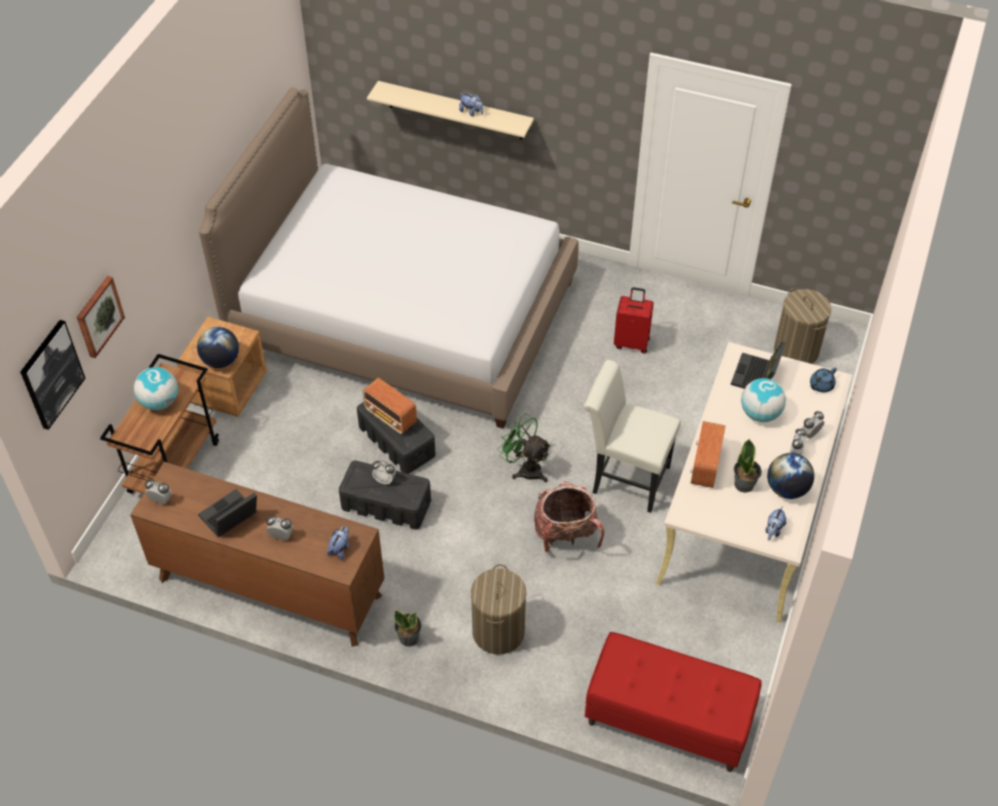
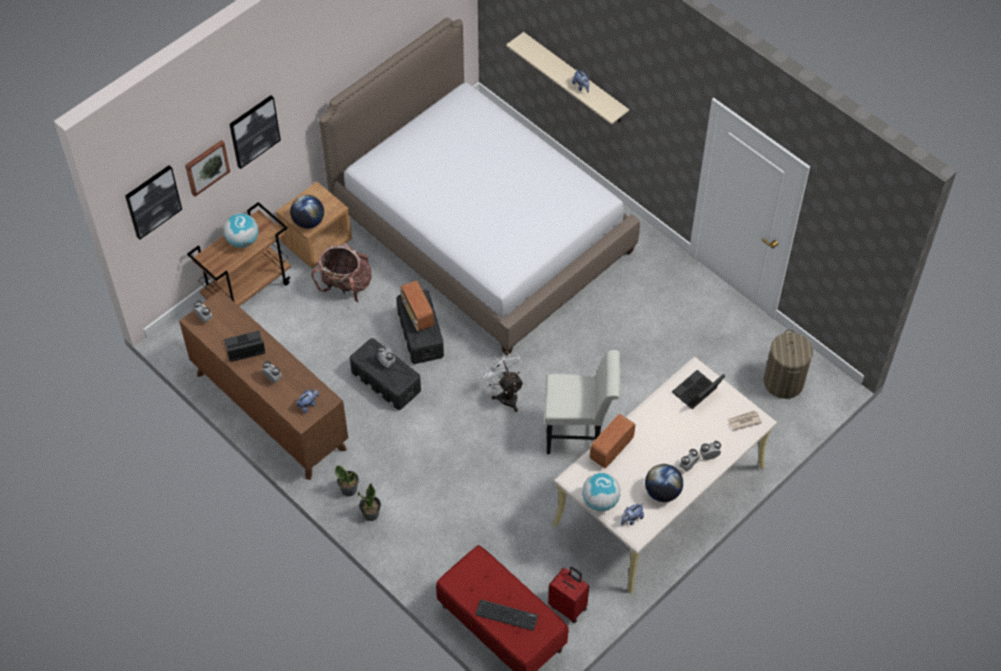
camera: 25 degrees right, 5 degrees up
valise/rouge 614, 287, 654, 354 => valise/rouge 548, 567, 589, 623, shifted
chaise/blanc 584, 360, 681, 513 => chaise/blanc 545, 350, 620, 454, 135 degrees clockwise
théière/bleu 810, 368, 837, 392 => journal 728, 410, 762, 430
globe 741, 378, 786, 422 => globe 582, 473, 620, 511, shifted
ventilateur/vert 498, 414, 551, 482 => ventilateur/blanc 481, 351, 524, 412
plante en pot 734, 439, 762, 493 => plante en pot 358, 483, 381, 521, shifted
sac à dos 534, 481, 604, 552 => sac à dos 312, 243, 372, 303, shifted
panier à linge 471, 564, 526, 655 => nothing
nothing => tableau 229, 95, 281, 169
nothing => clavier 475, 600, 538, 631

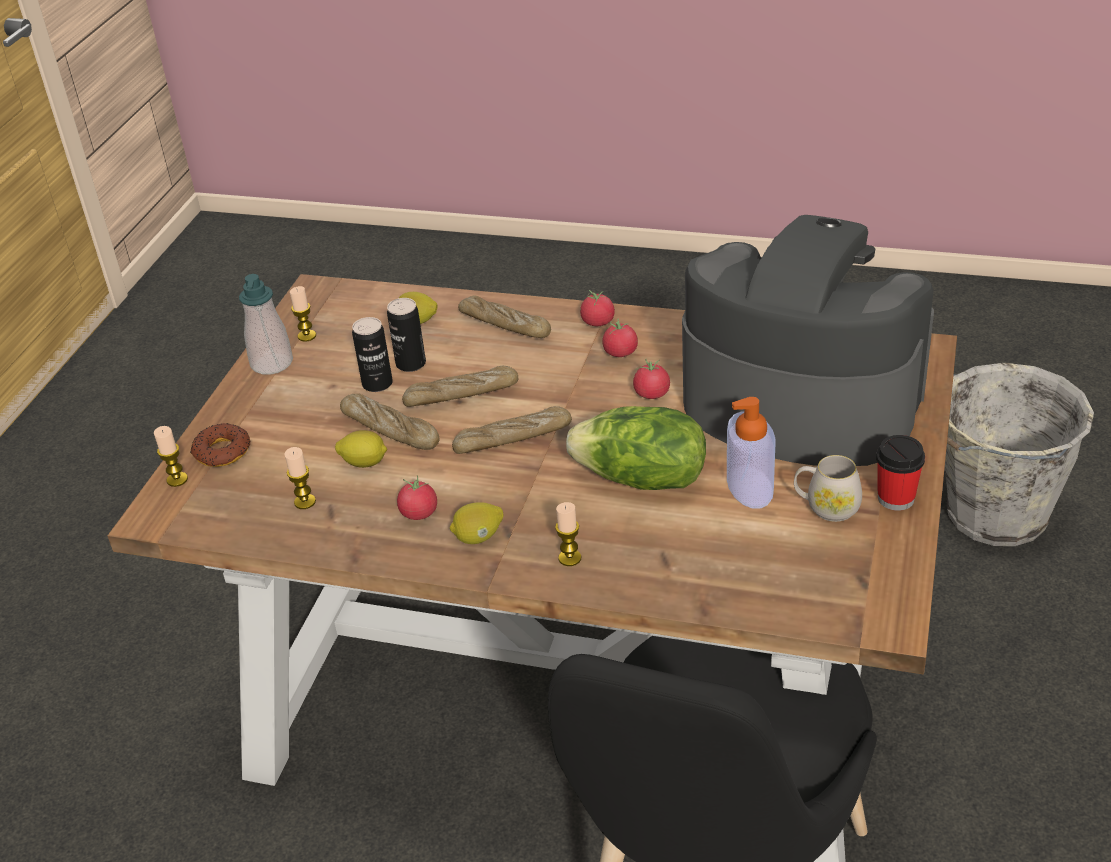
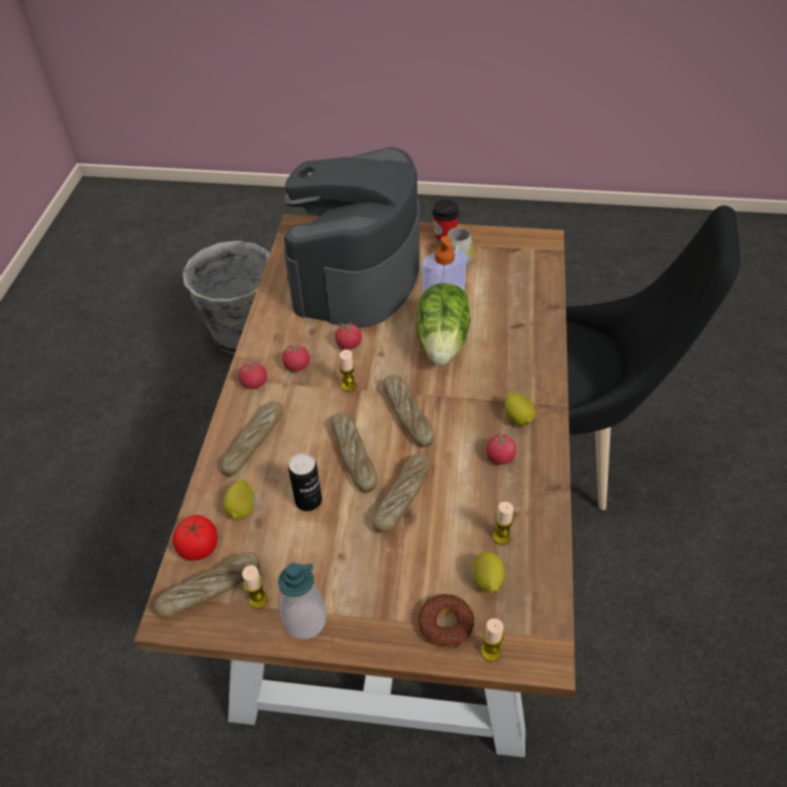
camera: 100 degrees left, 10 degrees up
boîte métallique 352, 317, 393, 392 => nothing
citron 335, 430, 387, 468 => citron 471, 552, 505, 594, shifted
bougie 555, 502, 581, 566 => bougie 339, 350, 356, 392, shifted
nothing => tomate 173, 515, 217, 561
nothing => pain 154, 553, 260, 618

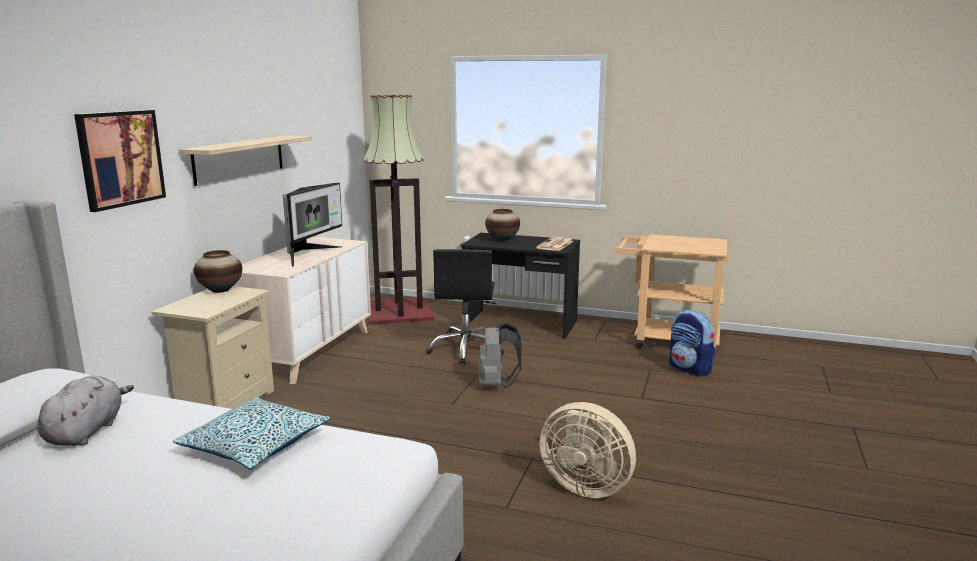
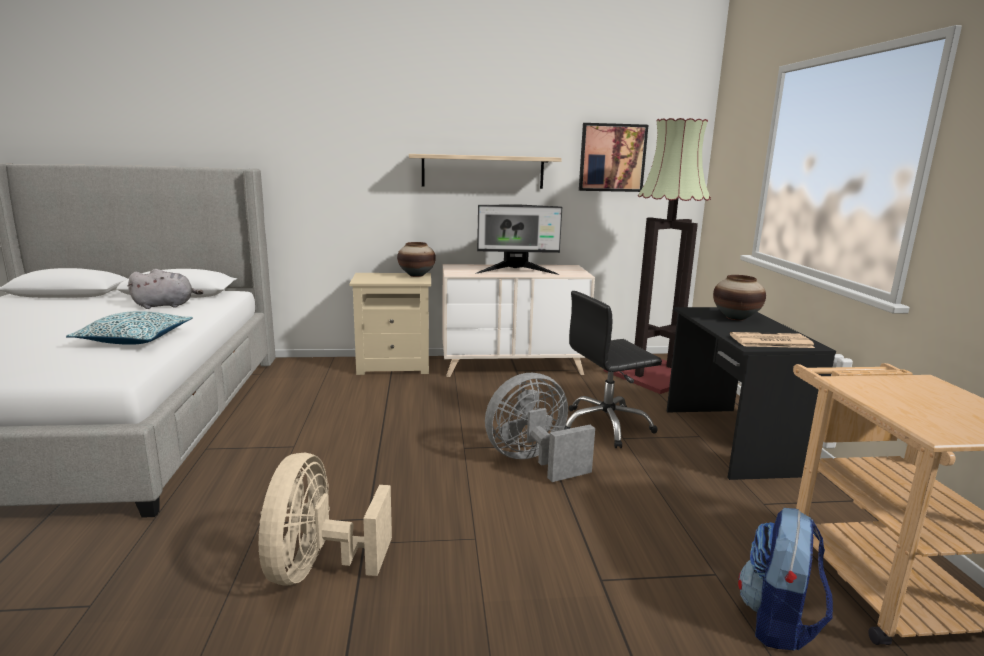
camera: 65 degrees right, 0 degrees up
tableau 74, 110, 166, 212 => tableau 579, 123, 648, 192, shifted
sac à dos/gris 479, 323, 522, 387 => ventilateur/gris 485, 373, 595, 482

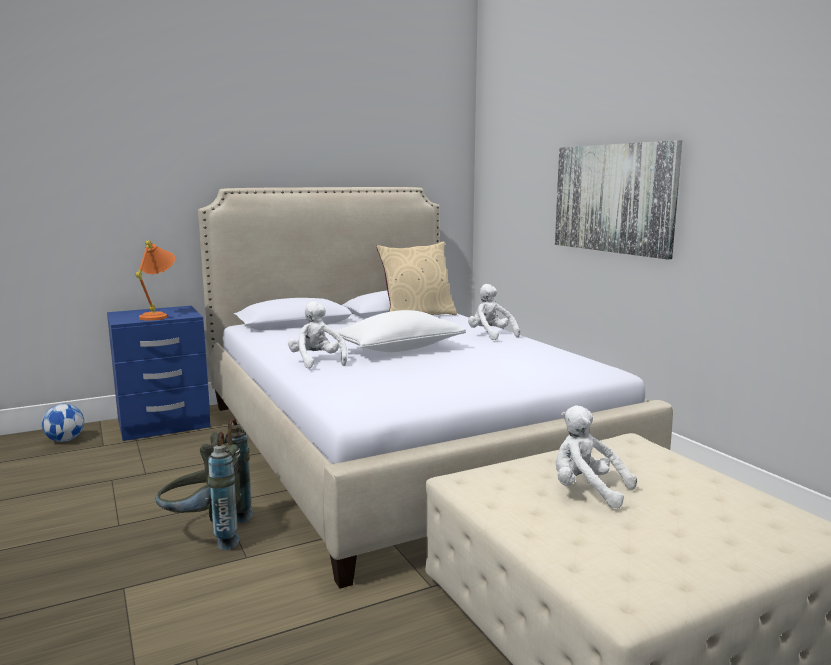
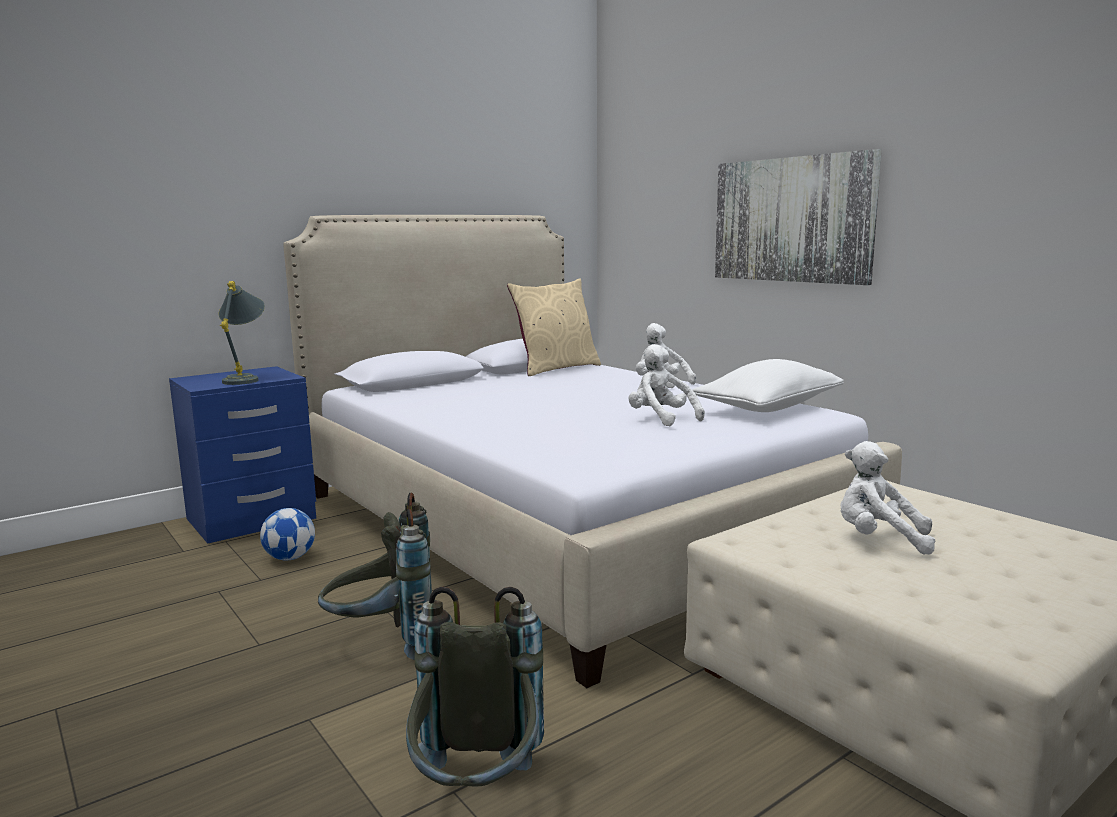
camera: 10 degrees left, 0 degrees up
lampe de table/orange 136, 240, 175, 321 => lampe de table/gris 219, 281, 265, 385
peluche/blanc 288, 301, 347, 369 => peluche/blanc 629, 344, 705, 426, shifted
coussin/blanc 335, 310, 466, 352 => coussin/blanc 693, 359, 844, 412, shifted
ballon de foot 42, 404, 84, 442 => ballon de foot 260, 508, 315, 560, shifted
nothing => sac à dos/gris 406, 587, 544, 786

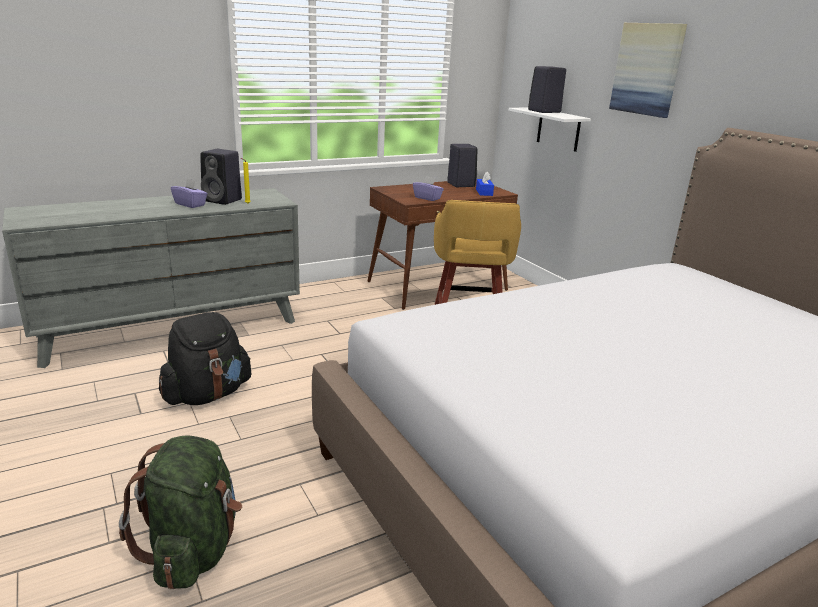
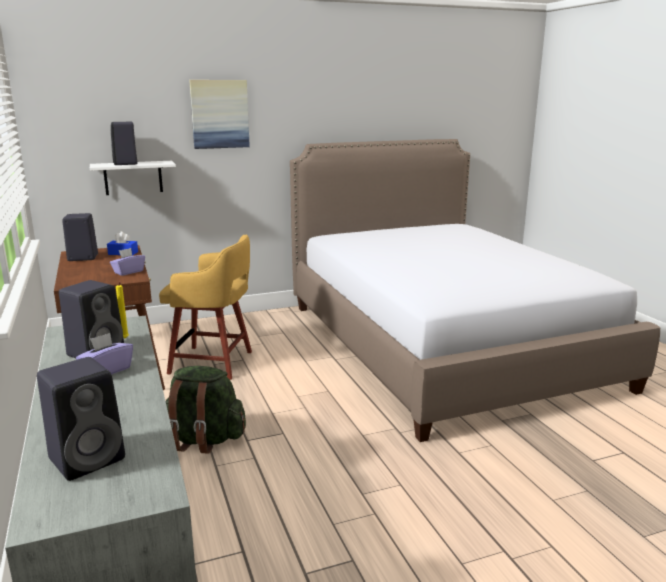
camera: 80 degrees left, 5 degrees down
sac à dos/noir 159, 312, 251, 405 => nothing
sac à dos/vert 119, 436, 242, 589 => sac à dos/vert 166, 366, 246, 454, shifted
nothing => enceinte/noir 37, 357, 125, 481

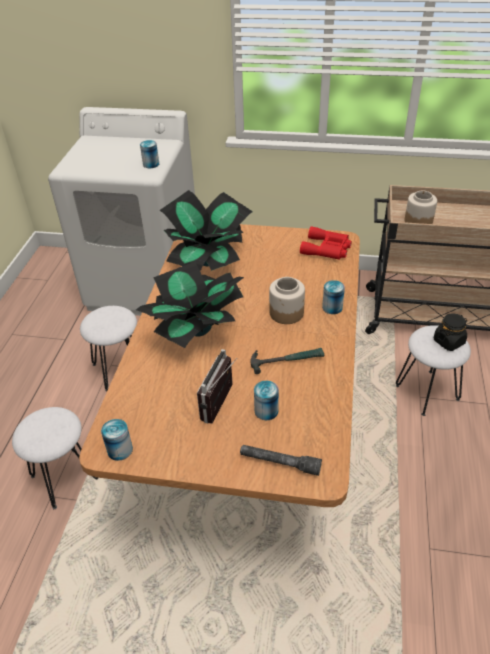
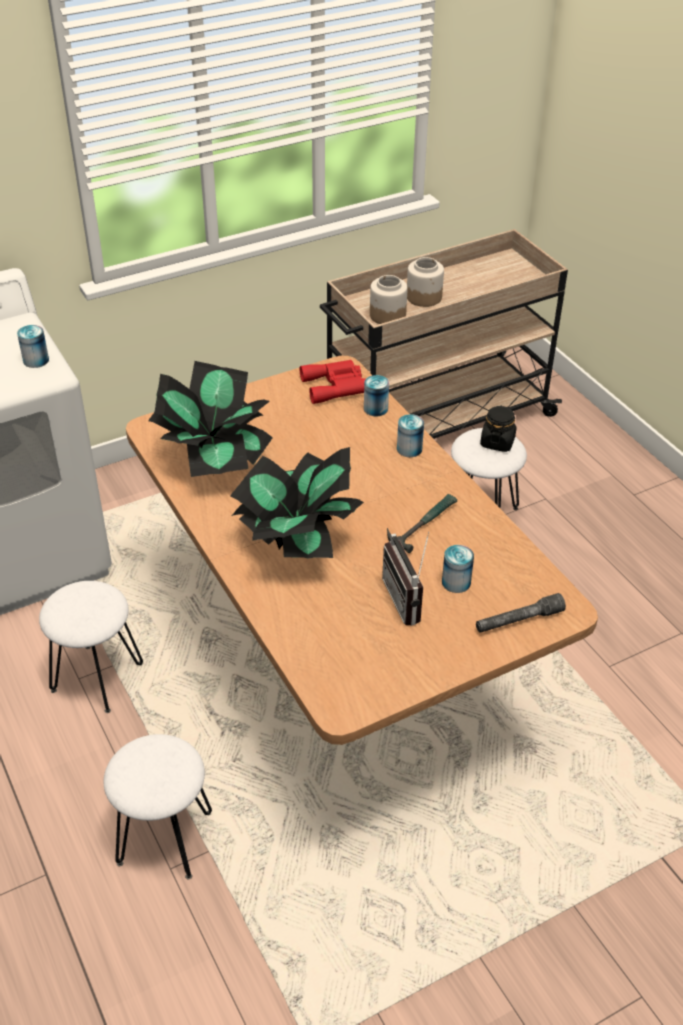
camera: 40 degrees left, 0 degrees up
bocal 269, 277, 305, 324 => bocal 407, 257, 444, 307, shifted
boîte métallique 101, 419, 133, 461 => boîte métallique 364, 375, 389, 416, shifted

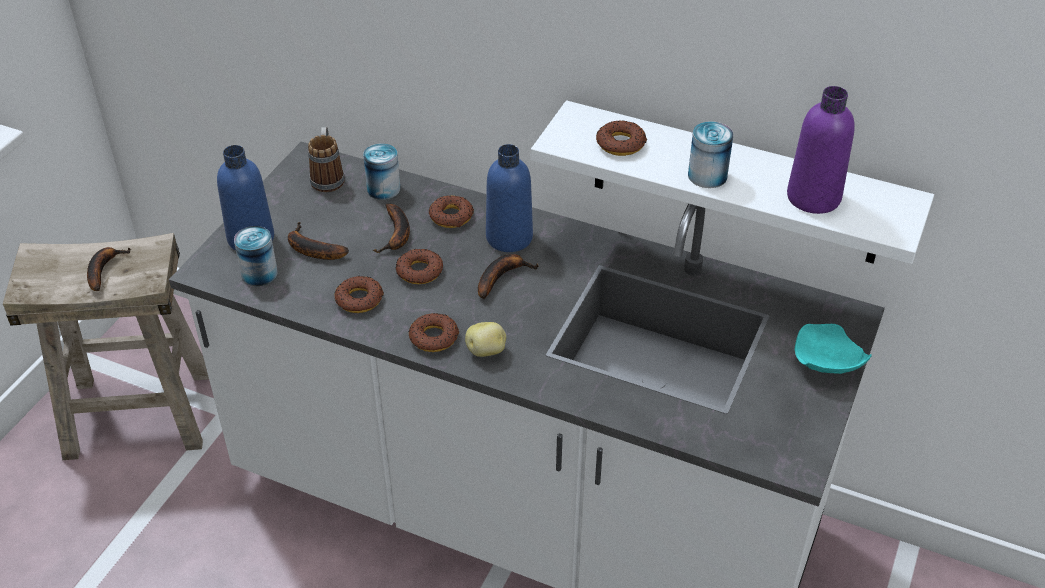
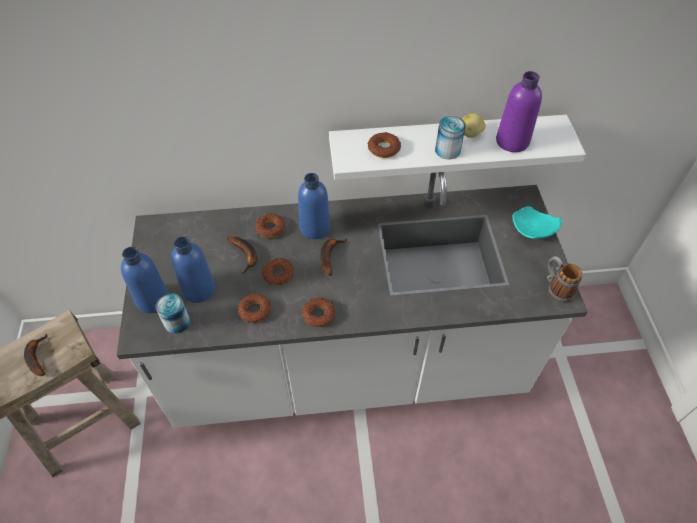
camera: 30 degrees left, 10 degrees up
mug 308, 127, 345, 192 => mug 547, 256, 582, 303, shifted
boîte métallique 363, 144, 400, 200 => nothing
banane 288, 222, 349, 260 => bouteille/bleu 171, 236, 215, 303
pomme de terre 465, 322, 506, 357 => pomme de terre 462, 113, 486, 138, shifted

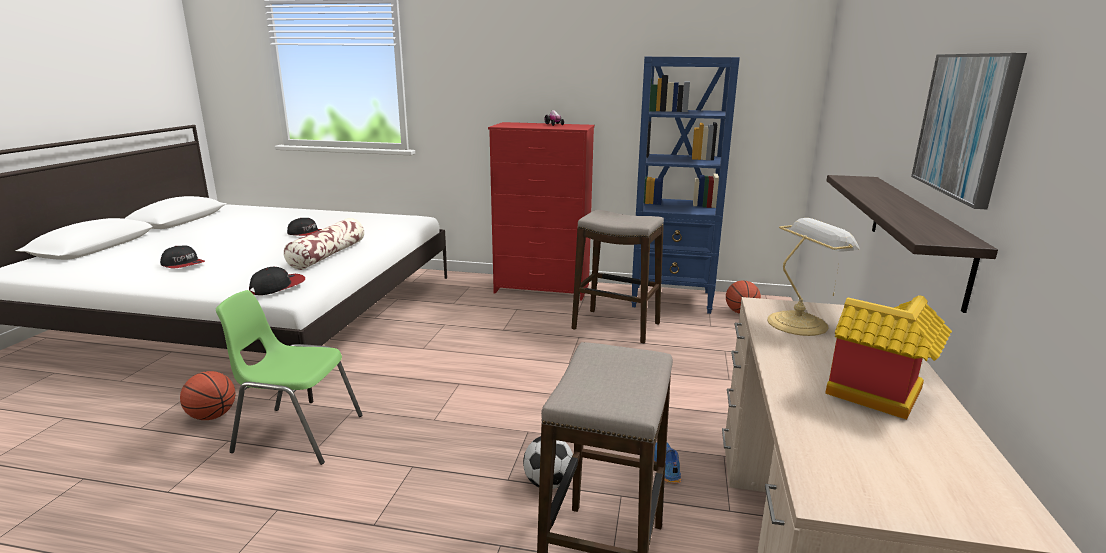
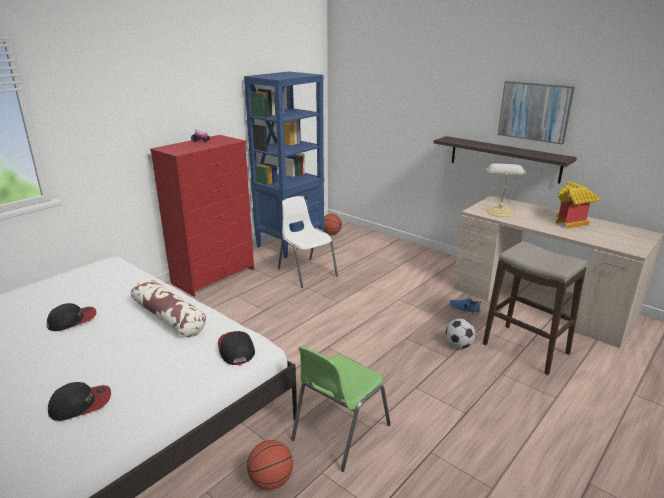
camera: 60 degrees left, 5 degrees up
tabouret 572, 210, 664, 344 => chaise/blanc 278, 196, 338, 288

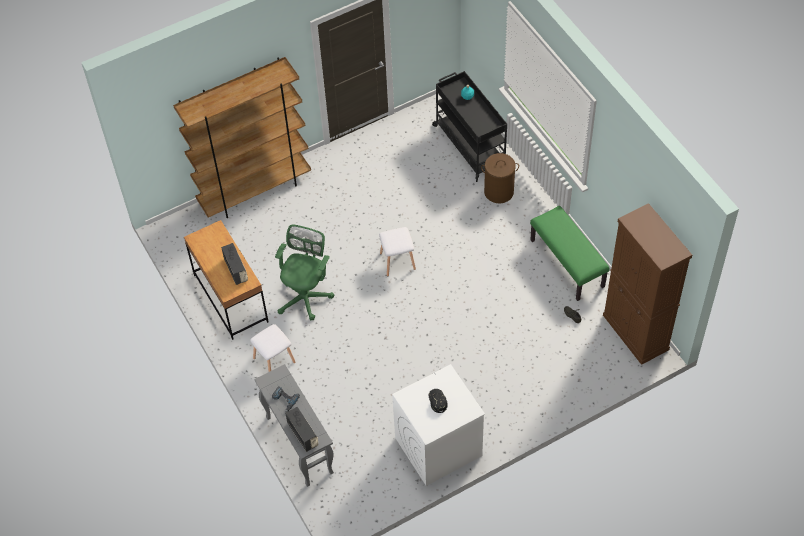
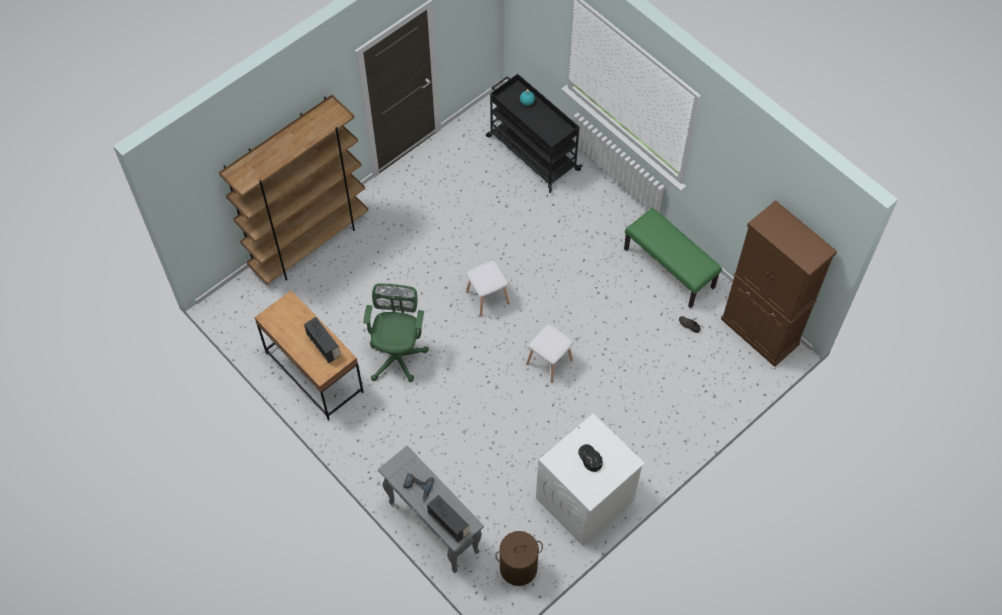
camera: 15 degrees left, 5 degrees up
panier à linge/marron 481, 153, 519, 203 => panier à linge/marron 495, 531, 543, 586, shifted
tabouret/blanc 250, 324, 296, 372 => tabouret/blanc 526, 324, 574, 383, shifted

